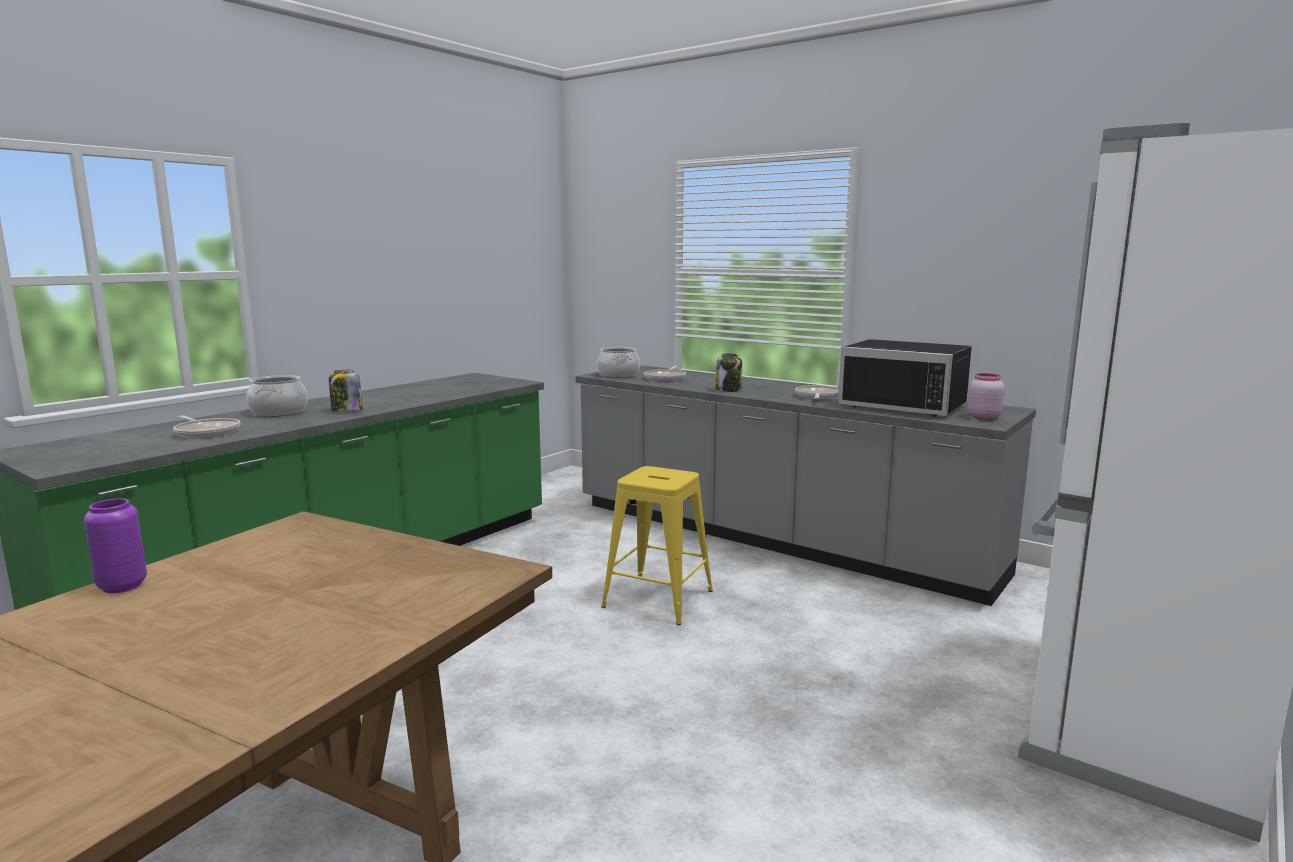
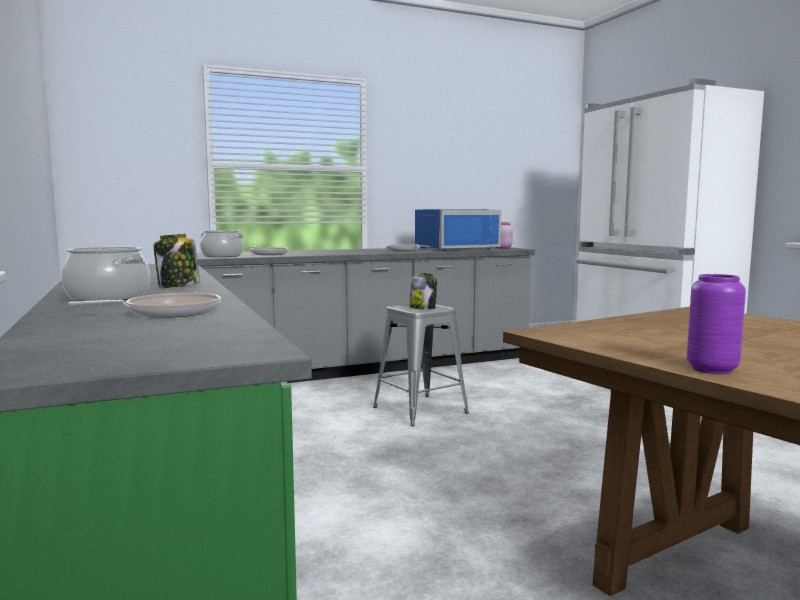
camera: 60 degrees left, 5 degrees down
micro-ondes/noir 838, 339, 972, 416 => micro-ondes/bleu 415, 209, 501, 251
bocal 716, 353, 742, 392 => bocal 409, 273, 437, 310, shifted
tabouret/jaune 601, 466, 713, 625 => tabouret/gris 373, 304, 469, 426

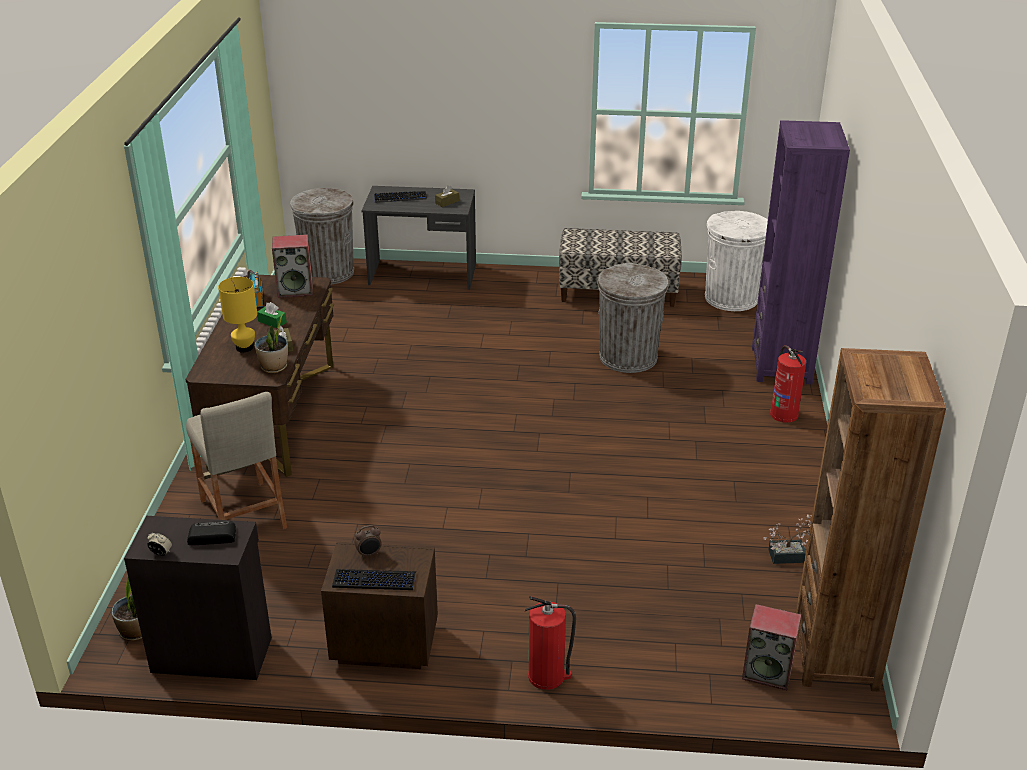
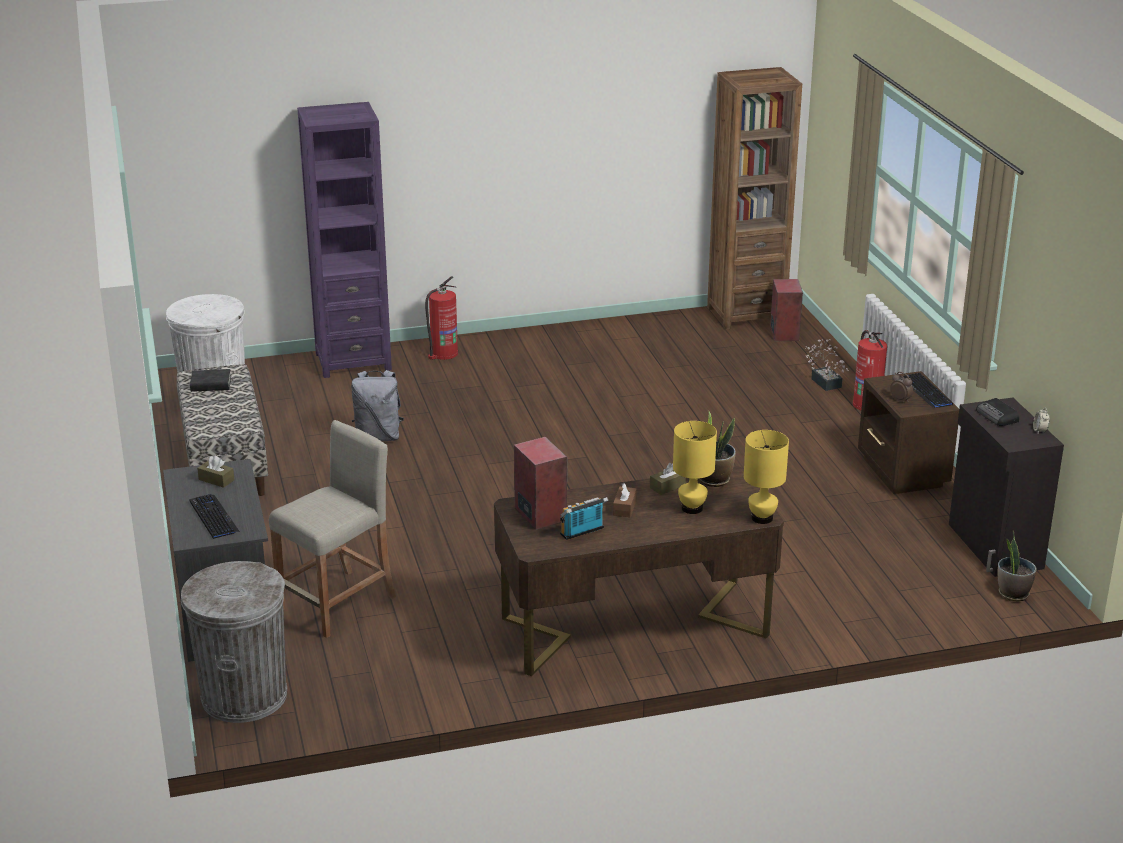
camera: 110 degrees left, 5 degrees down
poubelle/gris 597, 263, 668, 373 => sac à dos/gris 351, 370, 404, 441
boîte à mouchoirs/vert 257, 302, 287, 328 => boîte à mouchoirs/marron 613, 483, 637, 517
tabouret/beige 186, 392, 287, 529 => tabouret/beige 269, 420, 396, 638, shifted
plante en pot 763, 514, 812, 564 => plante en pot 805, 339, 849, 391, shifted
nothing => livre/noir 190, 369, 231, 392
nothing => lampe de table/jaune 744, 430, 789, 524

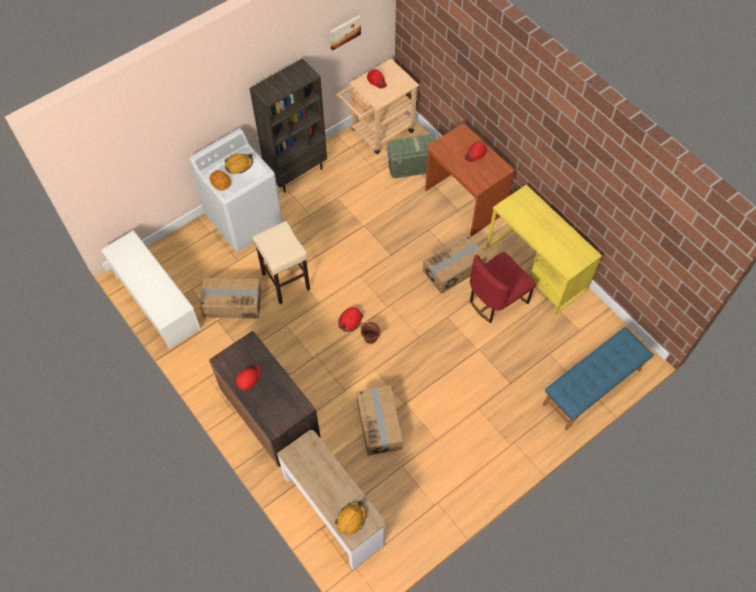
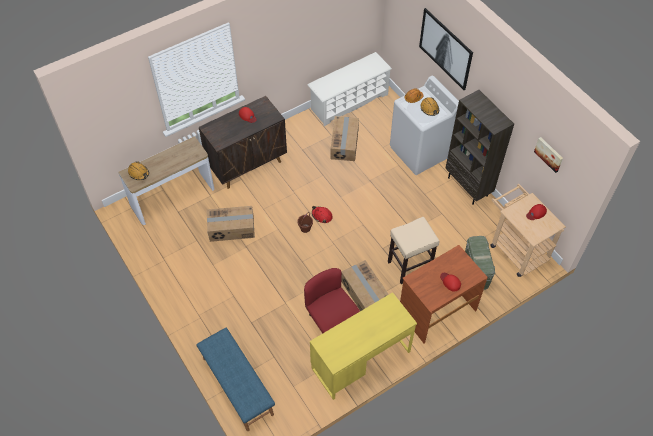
camera: 95 degrees right, 5 degrees down
tabouret/beige 252, 221, 310, 304 => tabouret/beige 388, 217, 440, 284, shifted
nothing => tableau 419, 8, 473, 90

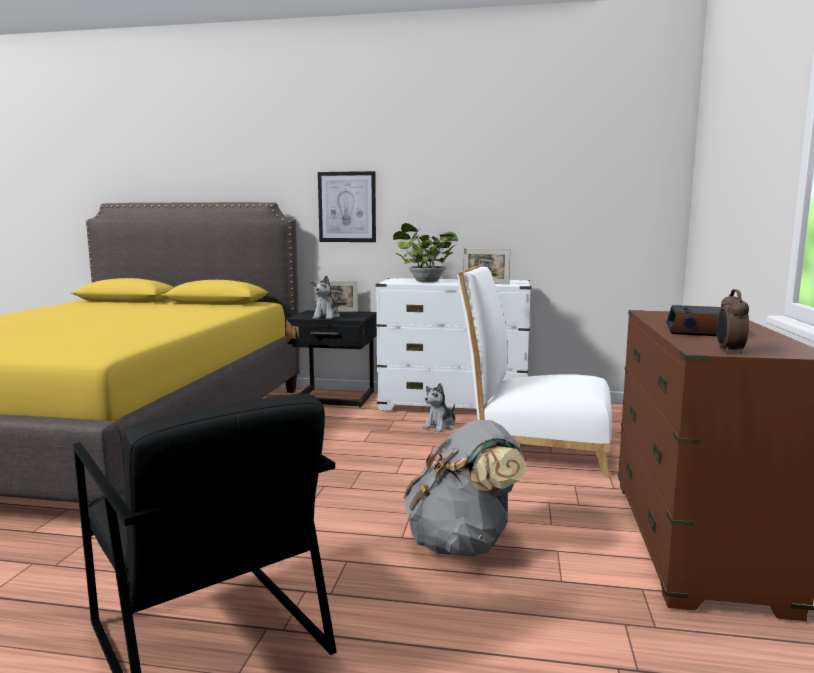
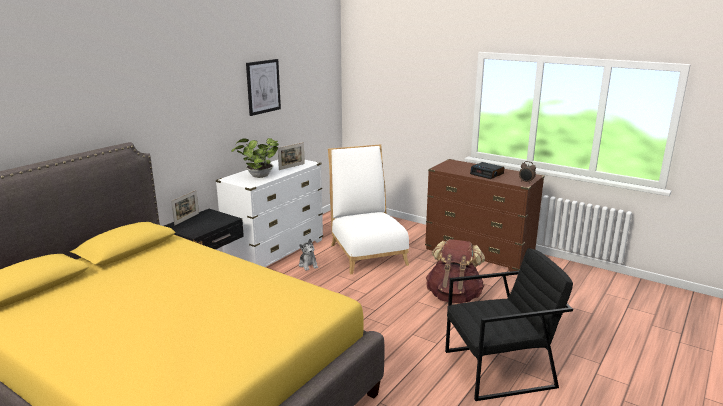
camera: 65 degrees left, 10 degrees up
tableau 318, 171, 376, 242 => tableau 246, 59, 281, 116, shifted
chaise/blanc 457, 265, 612, 478 => chaise/blanc 328, 144, 409, 274, 120 degrees clockwise
peluche 311, 275, 340, 319 => nothing
sac à dos/gris 404, 420, 526, 557 => sac à dos/marron 426, 239, 485, 304

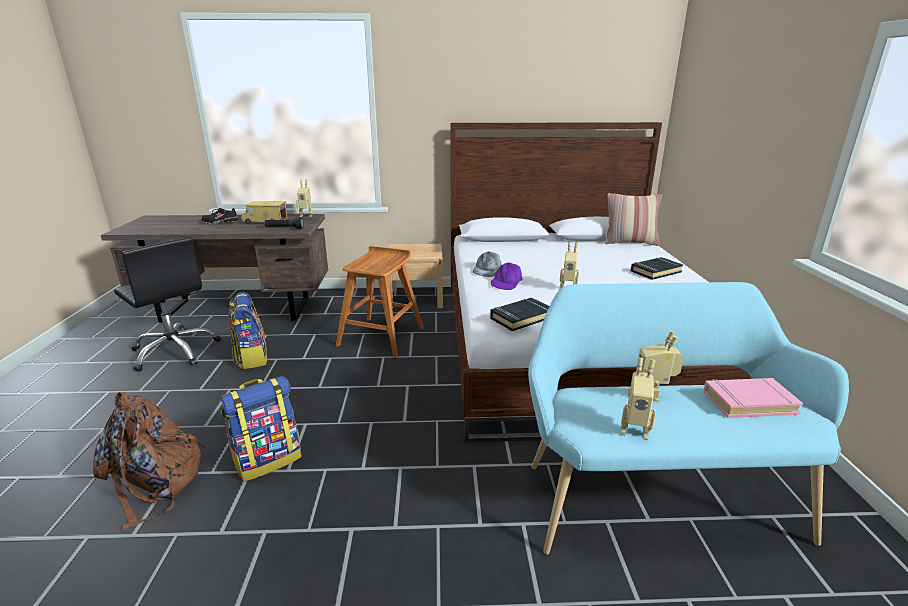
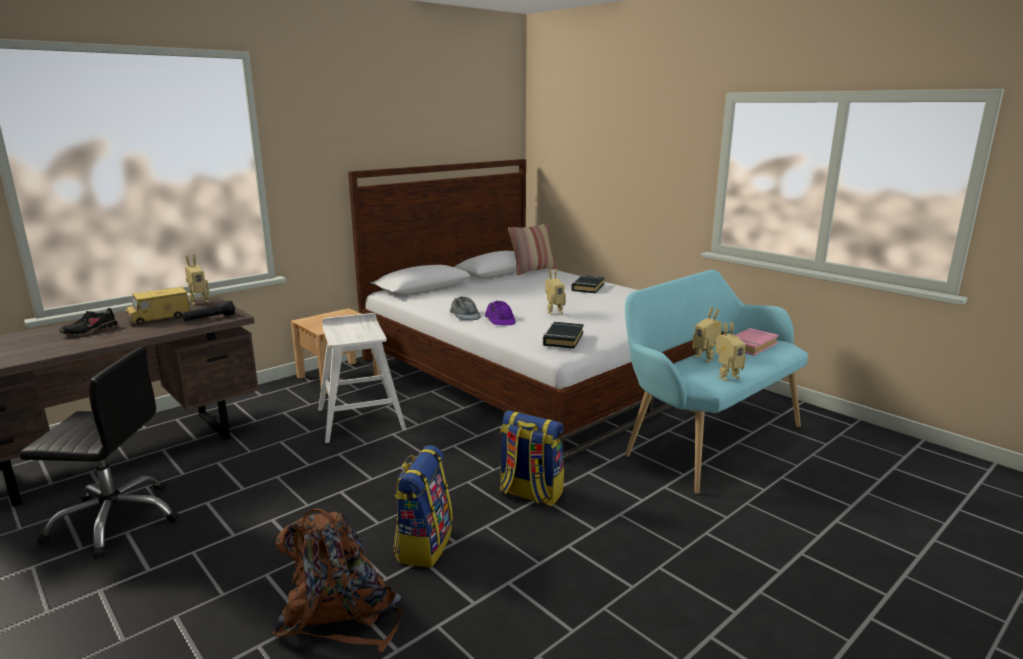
camera: 40 degrees left, 5 degrees down
tabouret/marron 336, 246, 424, 358 => tabouret/blanc 318, 313, 407, 443
sac à dos 228, 292, 267, 369 => sac à dos 500, 410, 564, 507, shifted

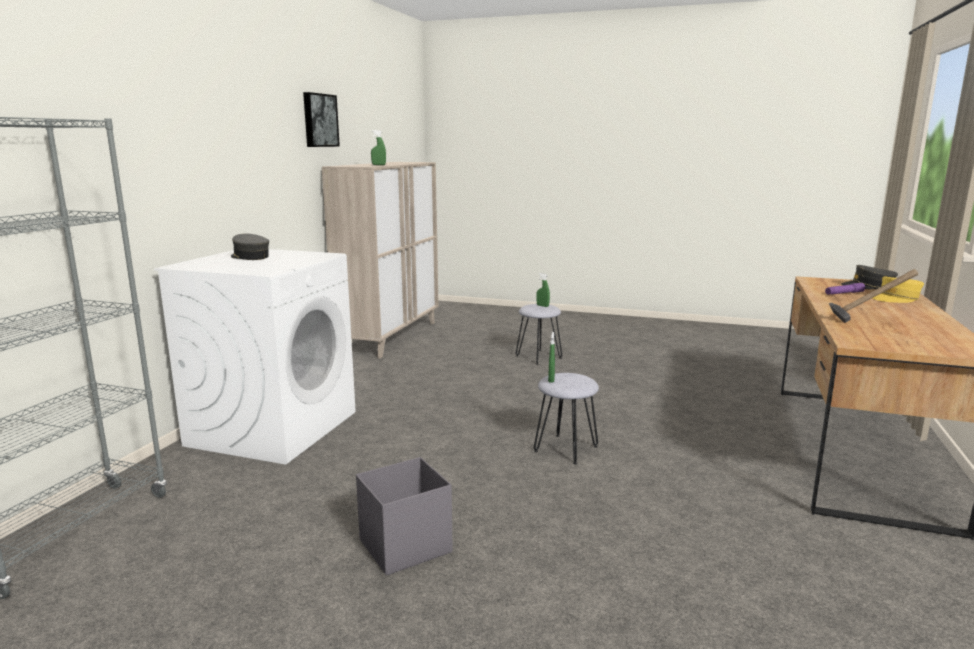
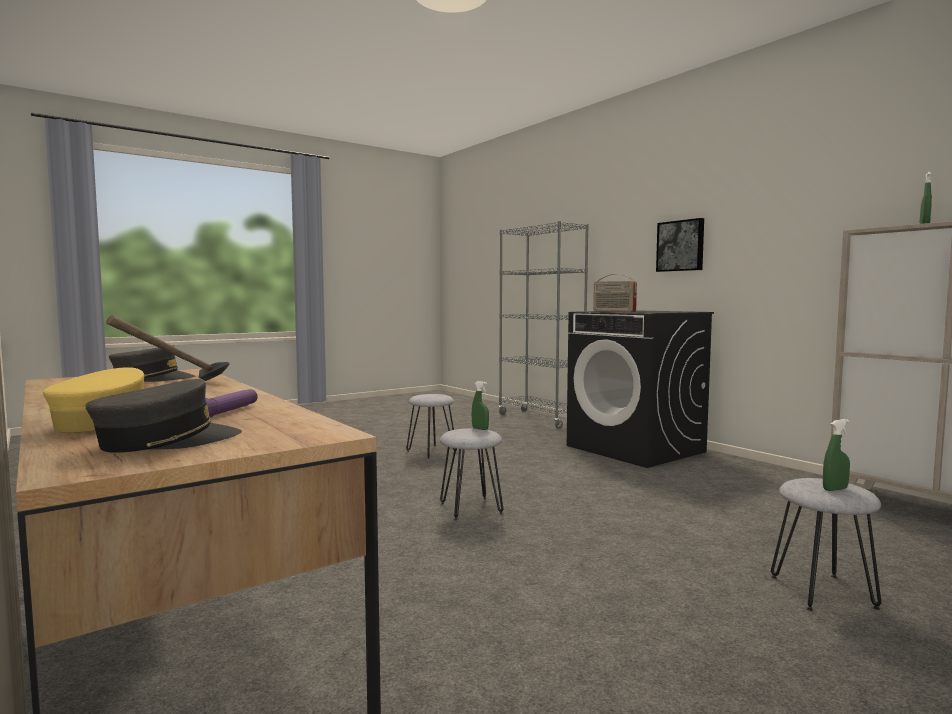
camera: 125 degrees right, 10 degrees down
tableau 303, 92, 340, 147 => tableau 656, 218, 704, 272, shifted
casquette/gris 231, 234, 269, 260 => casquette/gris 109, 345, 196, 382, shifted
lave-linge/blanc 154, 249, 356, 465 => lave-linge/noir 567, 310, 714, 468
boîte de rangement/gris 356, 457, 453, 576 => tabouret/gris 406, 394, 457, 459
nothing => radio 593, 274, 637, 312

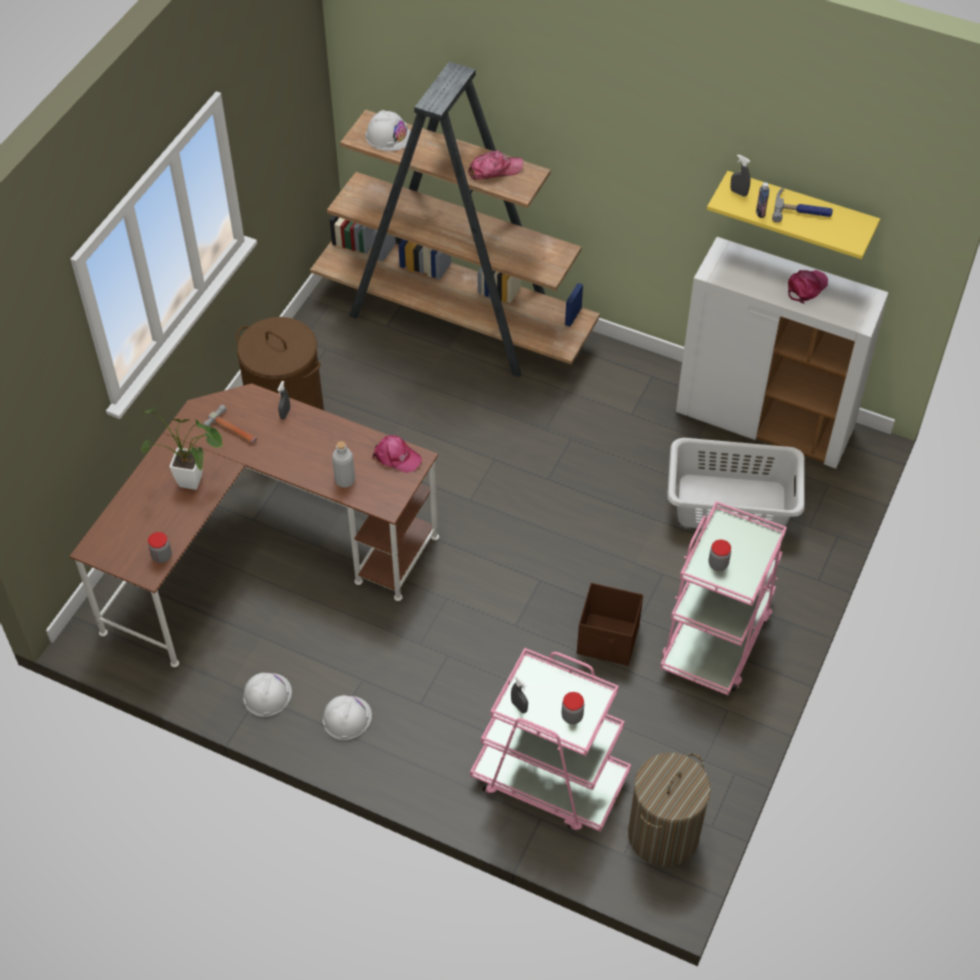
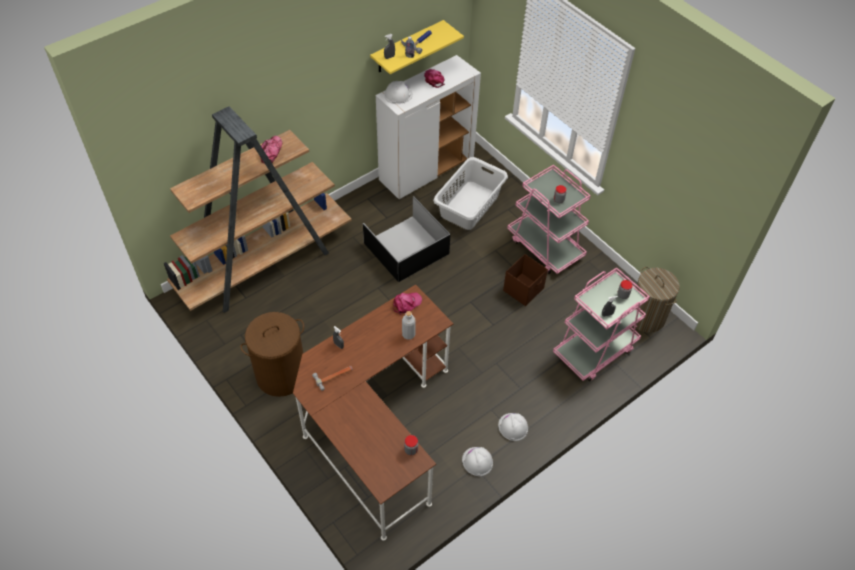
camera: 65 degrees left, 0 degrees up
casque de chantier/blanc 365, 110, 411, 151 => casque de chantier/blanc 385, 81, 413, 104, shifted
plante en pot 141, 408, 223, 490 => nothing
nothing => boîte de rangement/noir 363, 196, 451, 282

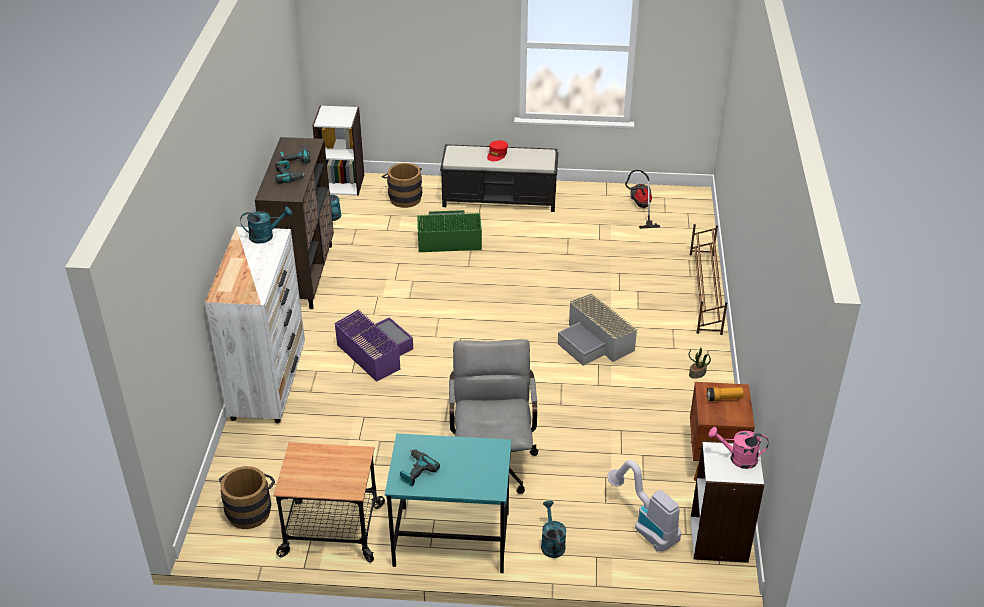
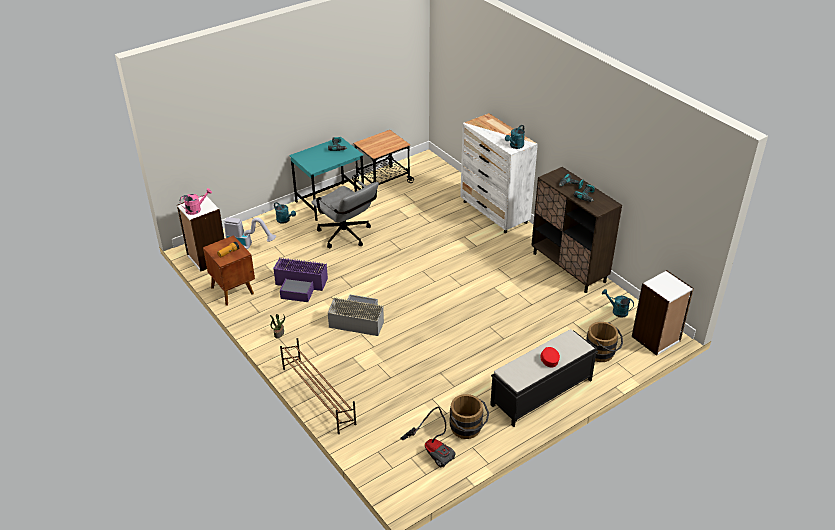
camera: 140 degrees right, 0 degrees up
boîte de rangement/vert 417, 210, 482, 252 => nothing
boîte de rangement/violet 334, 309, 413, 382 => boîte de rangement/violet 273, 258, 328, 302, shifted
seau/marron 219, 466, 275, 529 => seau/marron 450, 394, 489, 439, shifted

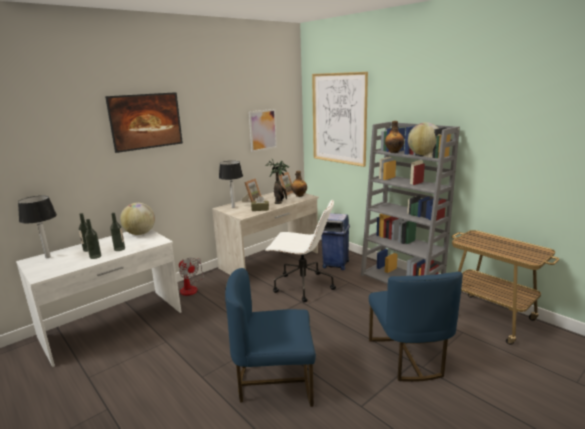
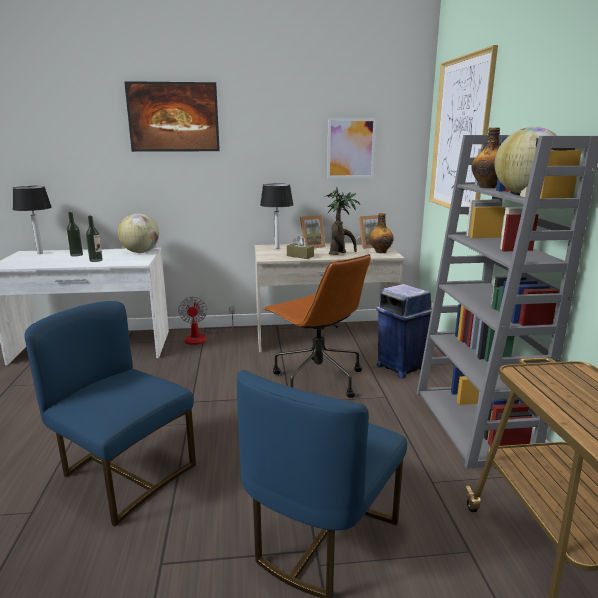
camera: 35 degrees right, 0 degrees up
chaise de bureau/blanc 265, 199, 336, 302 => chaise de bureau/marron 263, 254, 371, 398
bouteille 85, 219, 101, 259 => nothing

